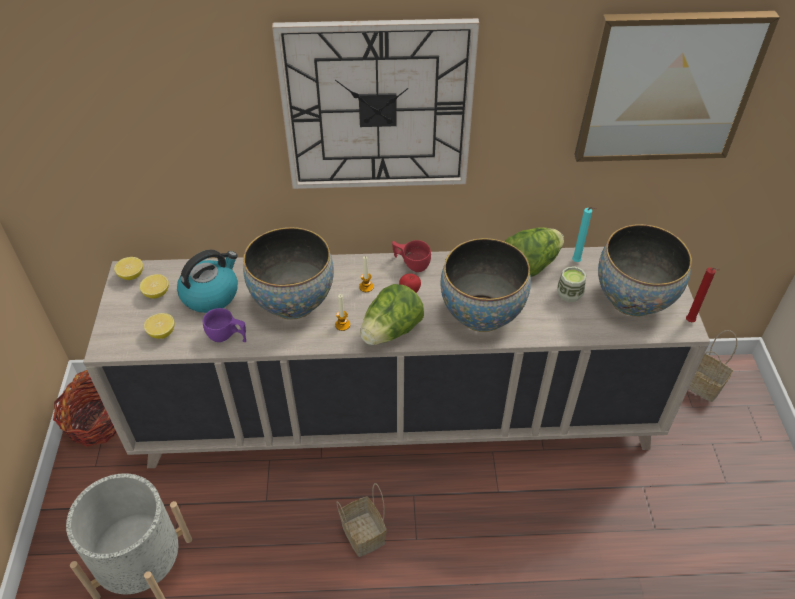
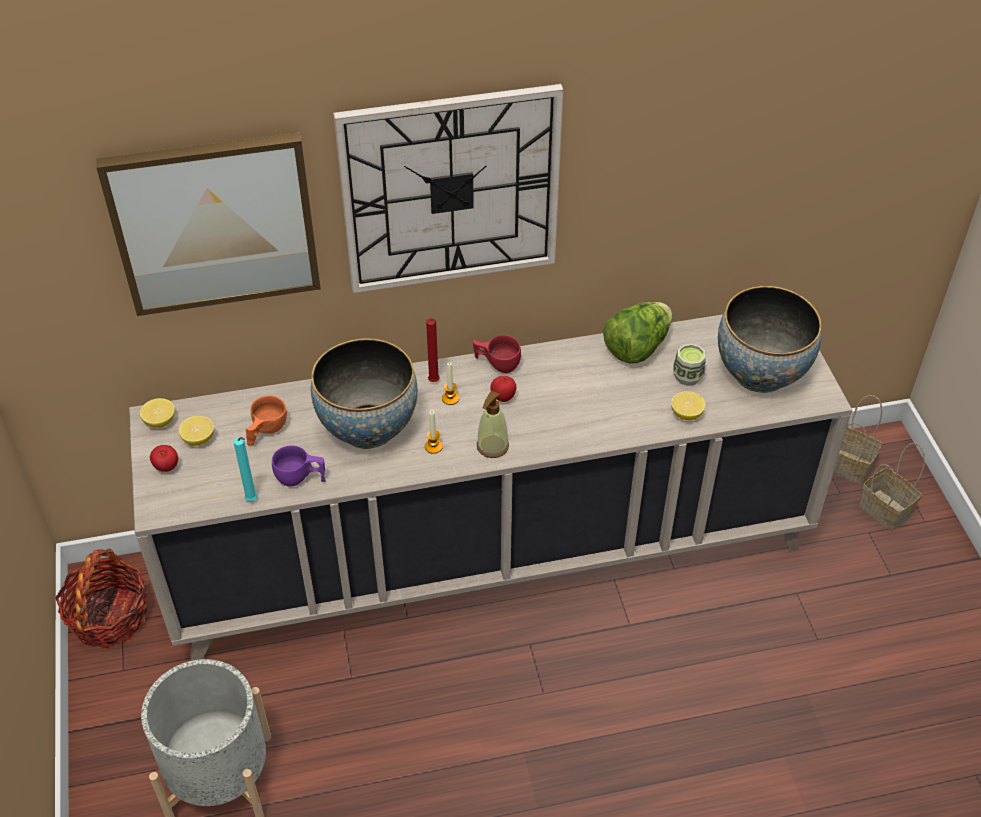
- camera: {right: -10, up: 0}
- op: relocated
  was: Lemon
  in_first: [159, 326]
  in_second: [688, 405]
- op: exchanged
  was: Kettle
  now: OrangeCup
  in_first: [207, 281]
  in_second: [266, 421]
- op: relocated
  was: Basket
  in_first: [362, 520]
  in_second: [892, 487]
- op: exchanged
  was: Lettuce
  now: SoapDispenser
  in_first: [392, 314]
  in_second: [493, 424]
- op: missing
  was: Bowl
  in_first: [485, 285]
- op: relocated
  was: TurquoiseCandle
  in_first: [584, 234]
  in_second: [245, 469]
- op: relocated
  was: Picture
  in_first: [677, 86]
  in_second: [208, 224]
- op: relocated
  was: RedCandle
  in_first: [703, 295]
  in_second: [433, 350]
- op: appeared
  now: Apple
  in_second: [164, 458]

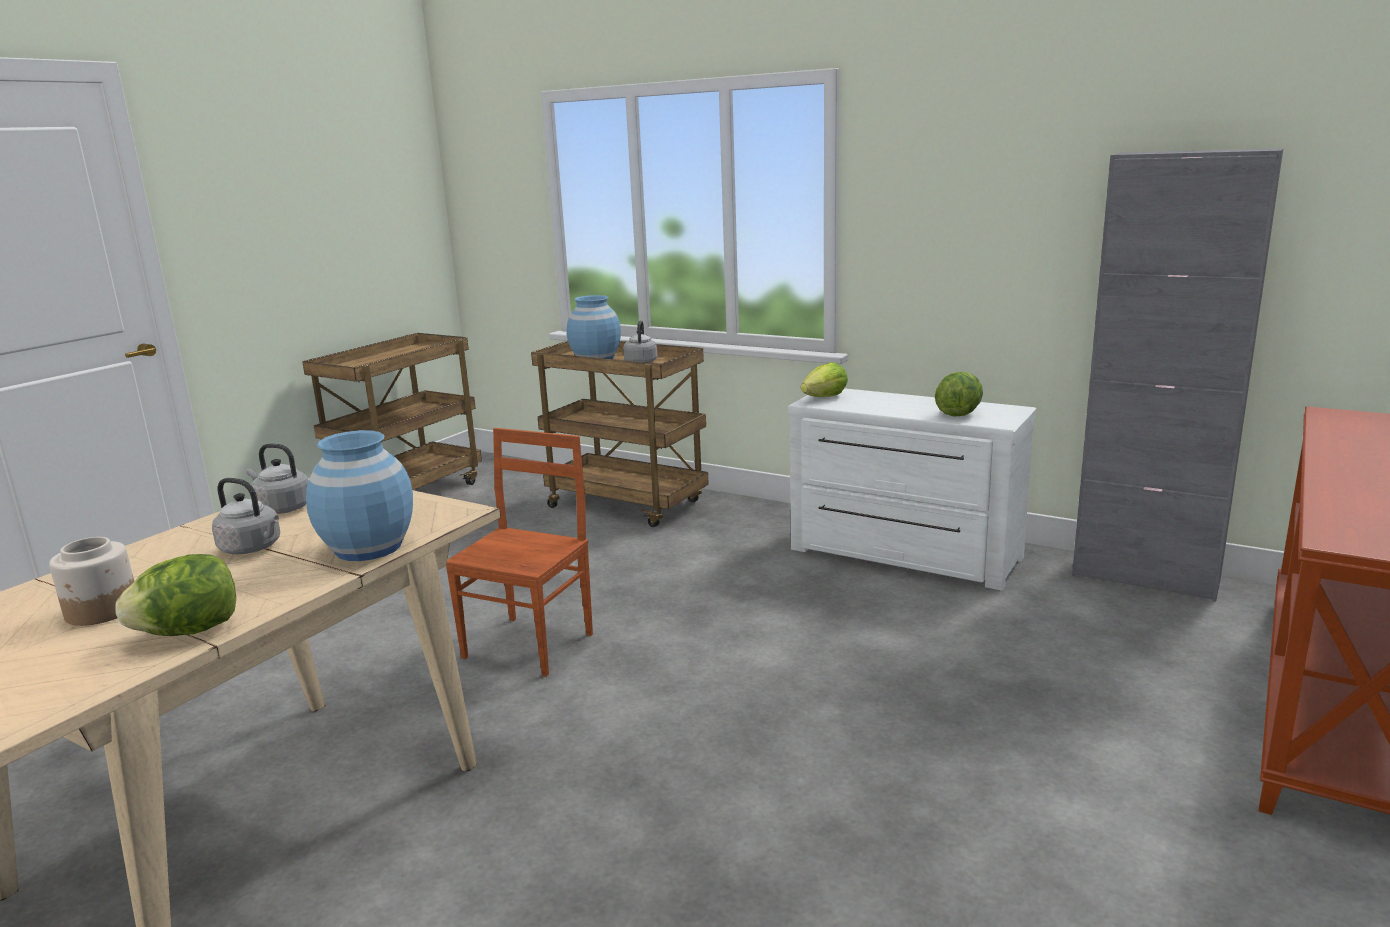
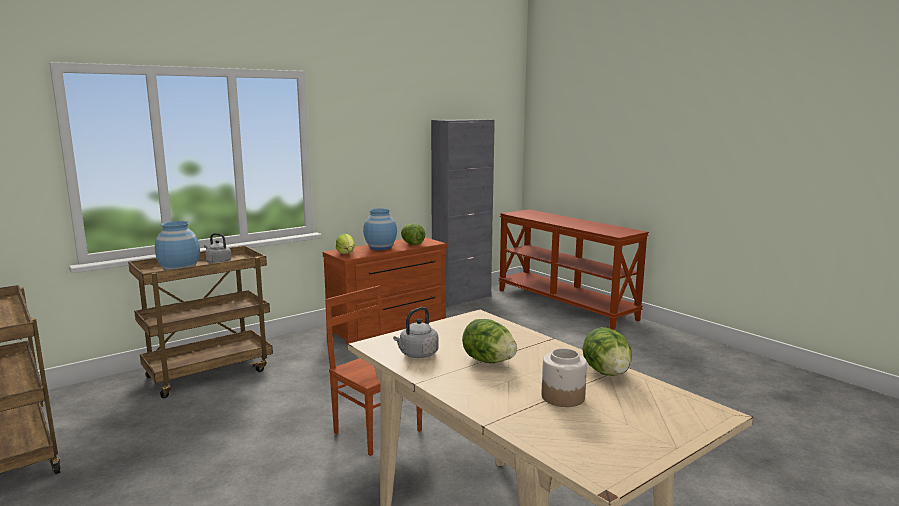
- camera: {right: -70, up: -5}
- op: exchanged
  was: GreyKettle
  now: Lettuce
  in_first: [246, 516]
  in_second: [489, 341]
- op: relocated
  was: BlueVase
  in_first: [359, 495]
  in_second: [380, 229]
- op: colour
  was: WhiteDresser
  now: BrownDresser
  in_first: [912, 489]
  in_second: [385, 291]

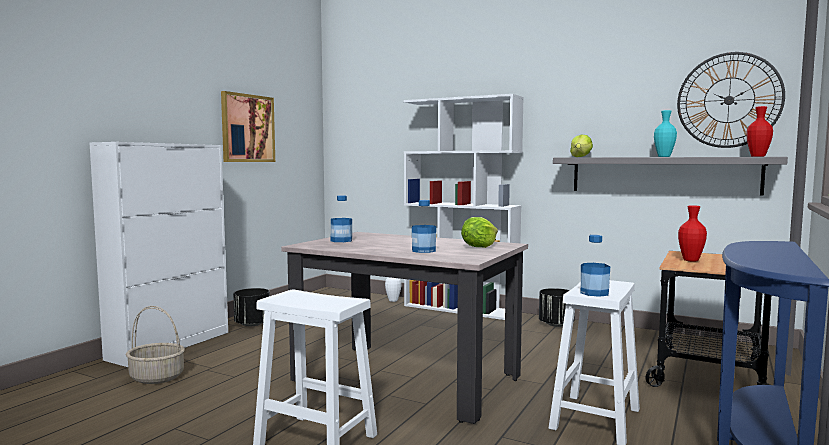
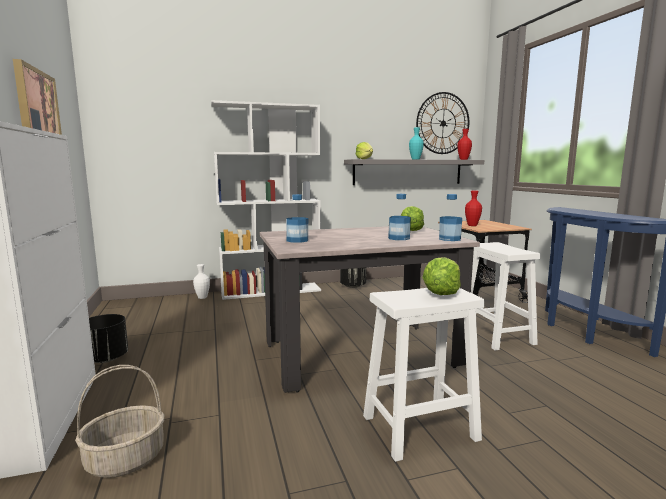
- camera: {right: -45, up: 5}
- op: relocated
  was: Bottle
  in_first: [595, 266]
  in_second: [450, 217]
- op: appeared
  now: Lettuce
  in_second: [441, 276]

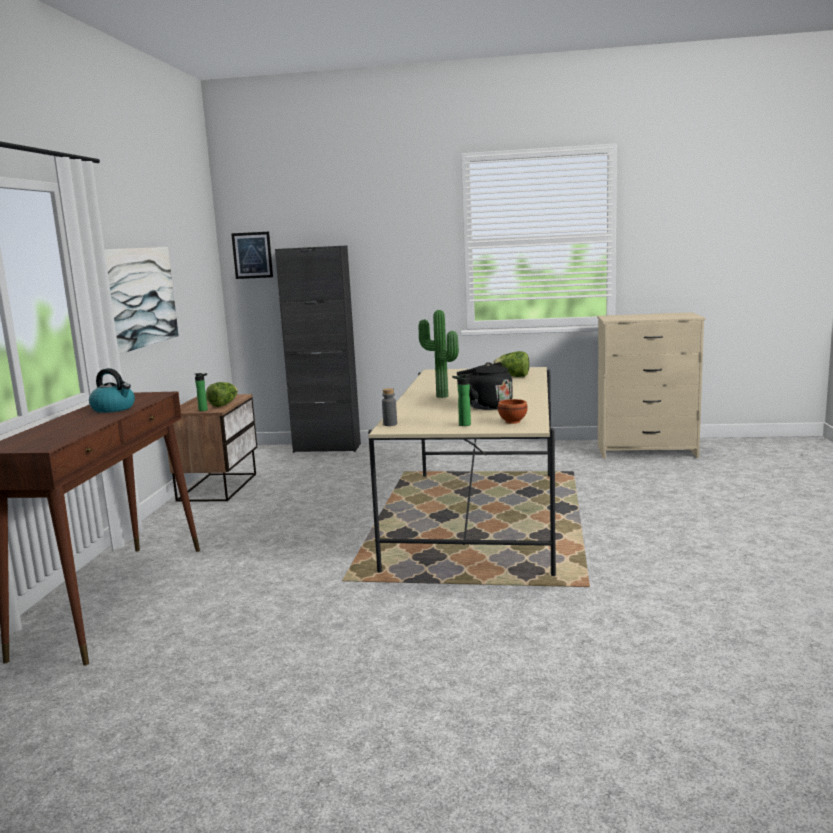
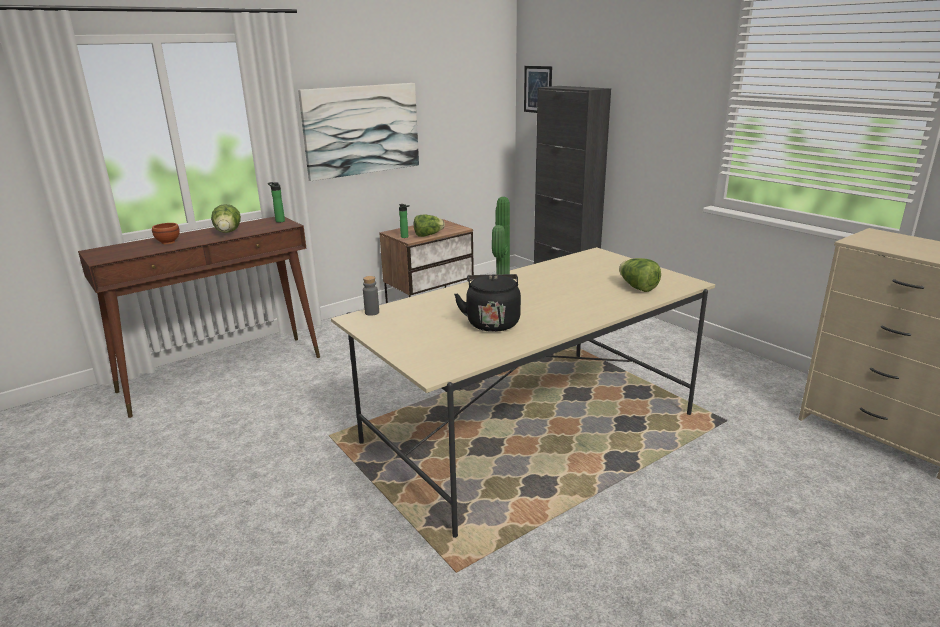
- camera: {right: 45, up: 10}
- op: exchanged
  was: Kettle
  now: Lettuce
  in_first: [112, 390]
  in_second: [226, 218]
- op: relocated
  was: Bottle
  in_first: [461, 400]
  in_second: [276, 202]
- op: relocated
  was: BrownBowl
  in_first: [513, 411]
  in_second: [166, 233]

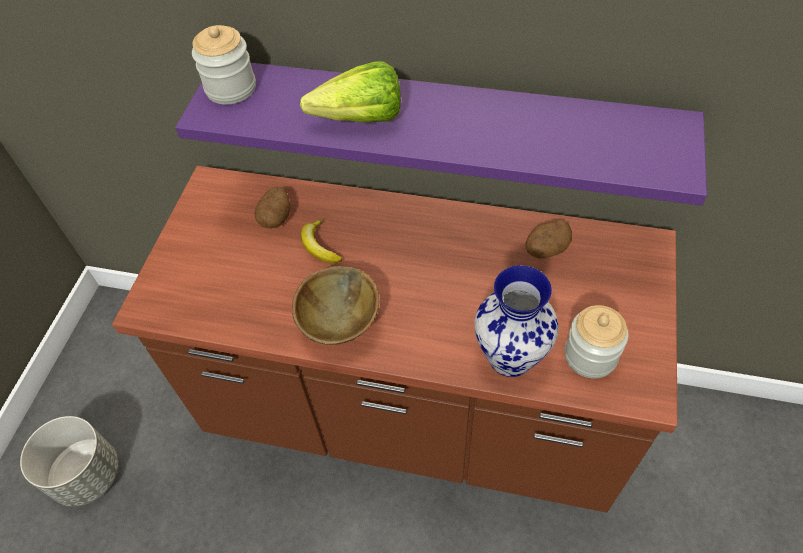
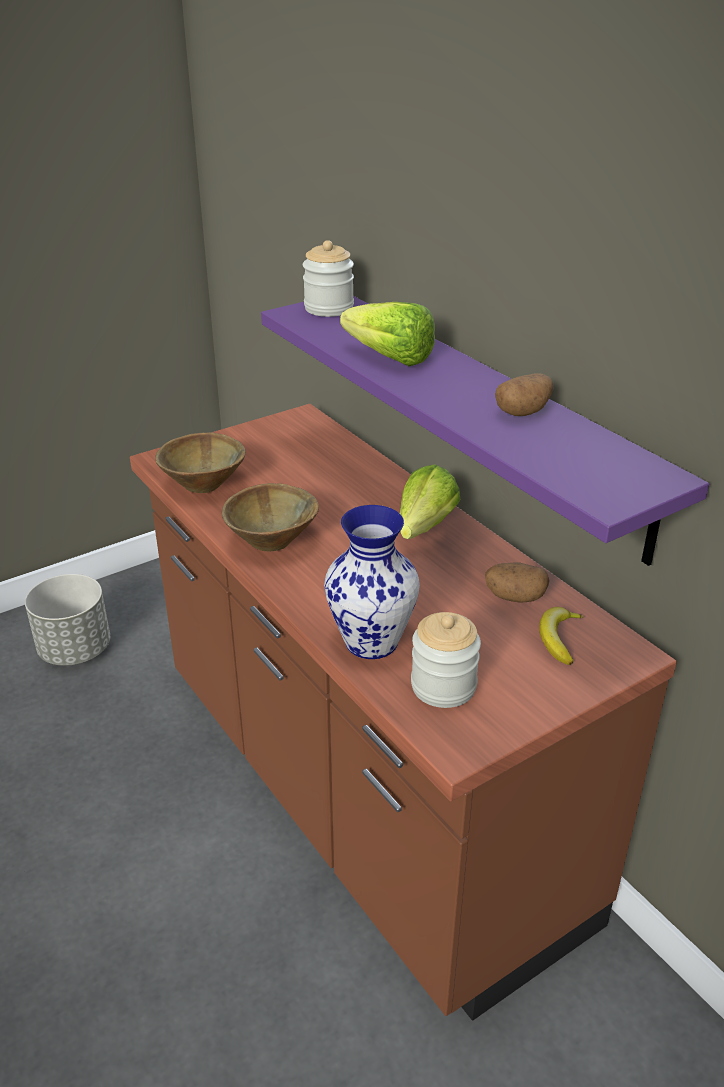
- camera: {right: 40, up: -20}
- op: relocated
  was: Potato
  in_first: [273, 207]
  in_second: [524, 394]
- op: relocated
  was: Banana
  in_first: [321, 241]
  in_second: [561, 636]
- op: appeared
  now: BrownBowl
  in_second: [200, 463]
- op: appeared
  now: Lettuce
  in_second: [430, 501]

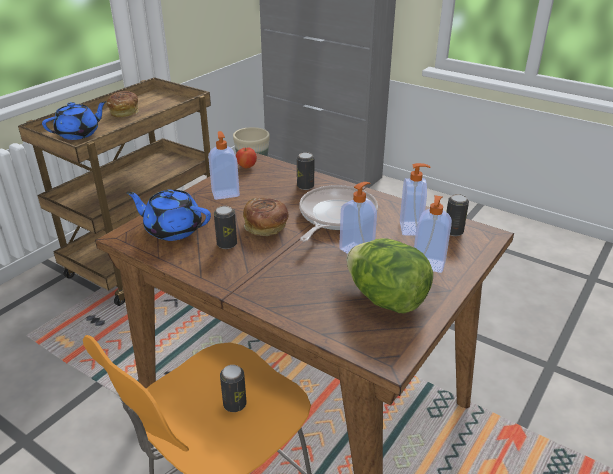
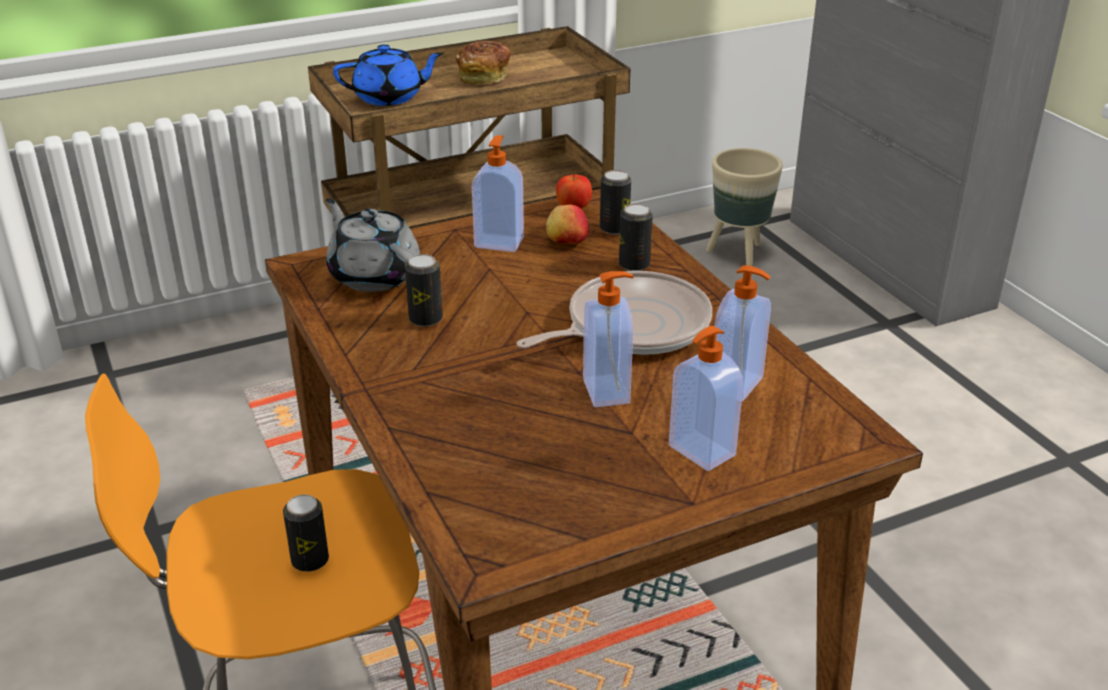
- camera: {right: 30, up: 0}
- op: colour
  was: BlueTeapot
  now: GreyTeapot
  in_first: [168, 215]
  in_second: [373, 245]
- op: missing
  was: Bread
  in_first: [266, 217]
- op: missing
  was: Lettuce
  in_first: [390, 275]
- op: relocated
  was: Can
  in_first: [458, 215]
  in_second: [615, 202]
- op: appeared
  now: Apple
  in_second: [567, 225]

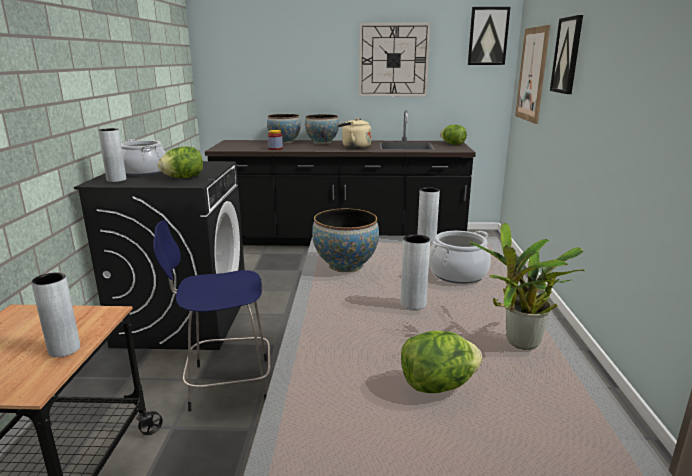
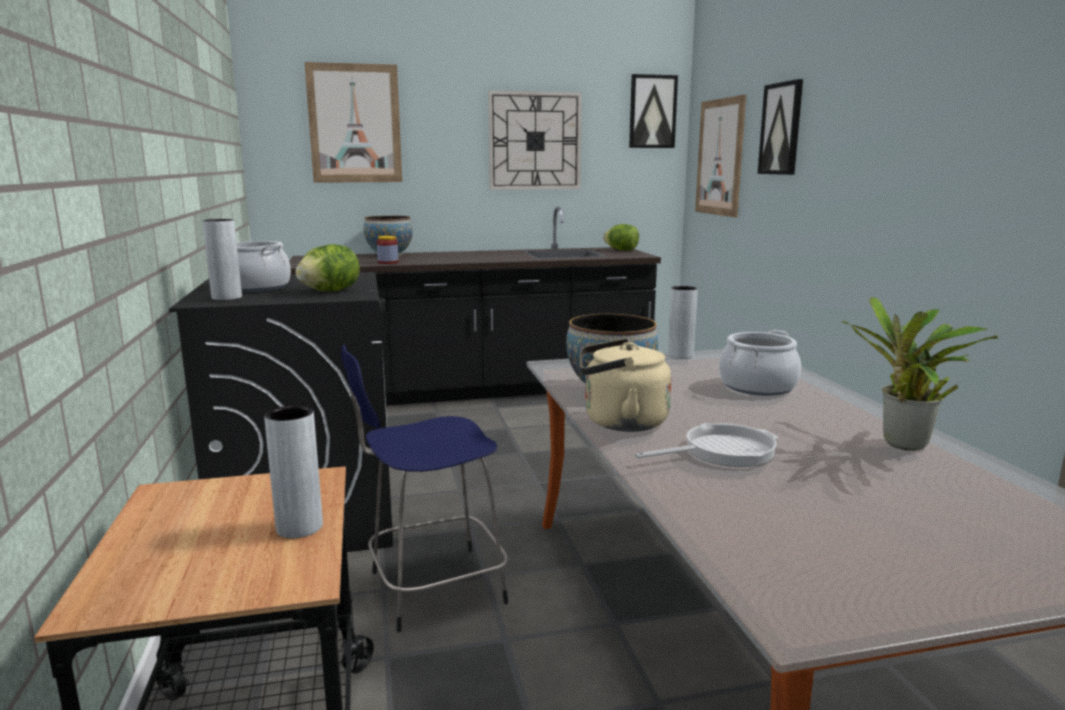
- camera: {right: -15, up: -5}
- op: missing
  was: Bowl
  in_first: [322, 129]
- op: relocated
  was: BeigeKettle
  in_first: [354, 133]
  in_second: [626, 385]
- op: missing
  was: GreyVase
  in_first: [415, 272]
- op: missing
  was: Lettuce
  in_first: [441, 362]
- op: appeared
  now: Picture
  in_second: [353, 122]
- op: appeared
  now: FryingPan
  in_second: [706, 445]

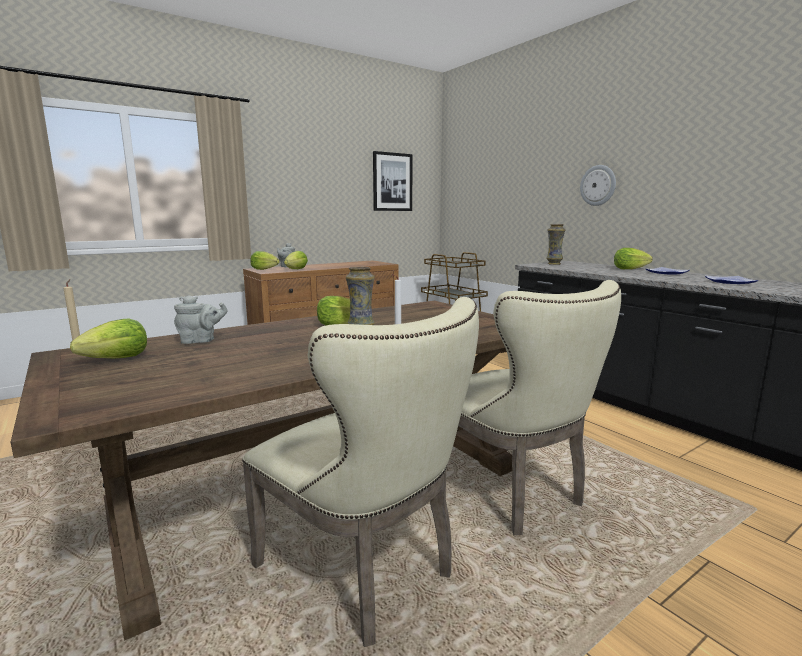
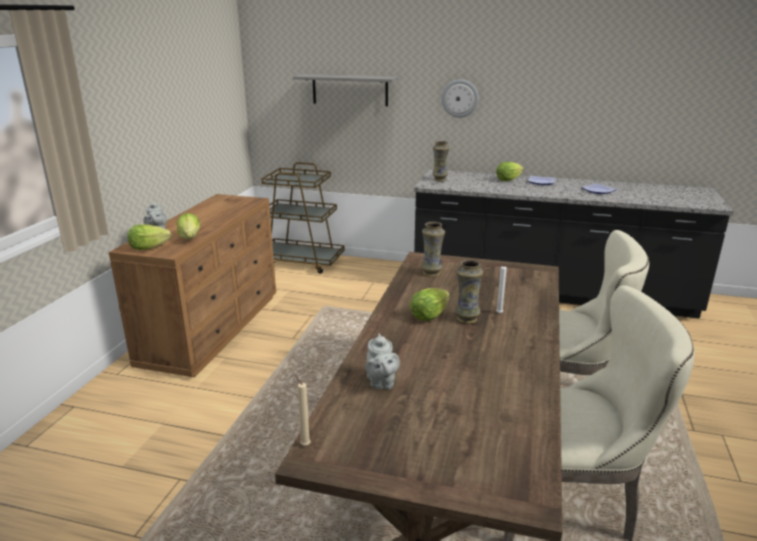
- camera: {right: -40, up: 10}
- op: missing
  was: Lettuce
  in_first: [108, 338]
- op: spun
  was: GreyTeapot
  in_first: [200, 319]
  in_second: [382, 361]
  clockwise: 135
- op: missing
  was: Picture
  in_first: [393, 181]
- op: appeared
  now: GreyShelf
  in_second: [346, 90]
- op: appeared
  now: Vase
  in_second: [433, 249]

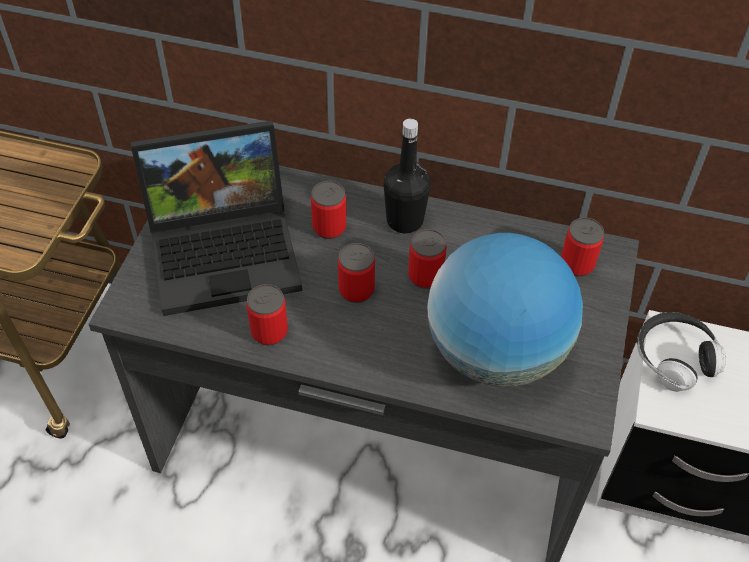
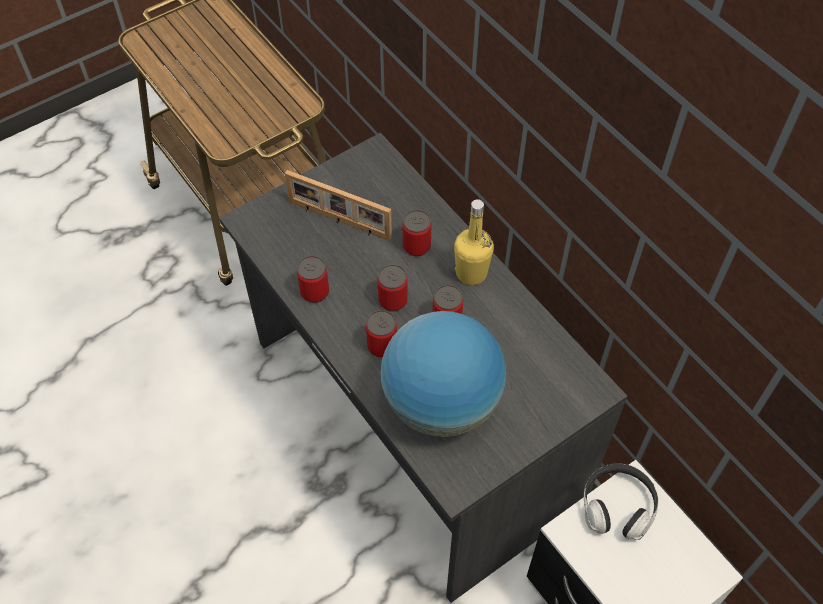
- camera: {right: 40, up: 5}
- op: exchanged
  was: Laptop
  now: PictureFrame
  in_first: [216, 218]
  in_second: [338, 205]
- op: colour
  was: BlackBottle
  now: YellowBottle
  in_first: [407, 176]
  in_second: [474, 242]
- op: relocated
  was: Can
  in_first: [582, 247]
  in_second: [381, 334]

